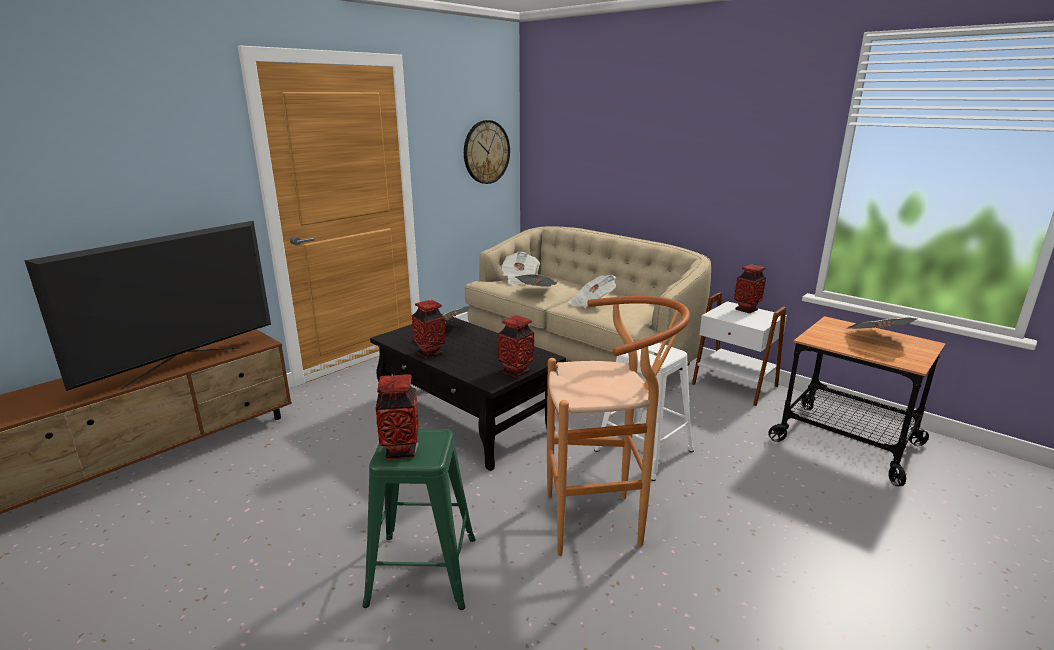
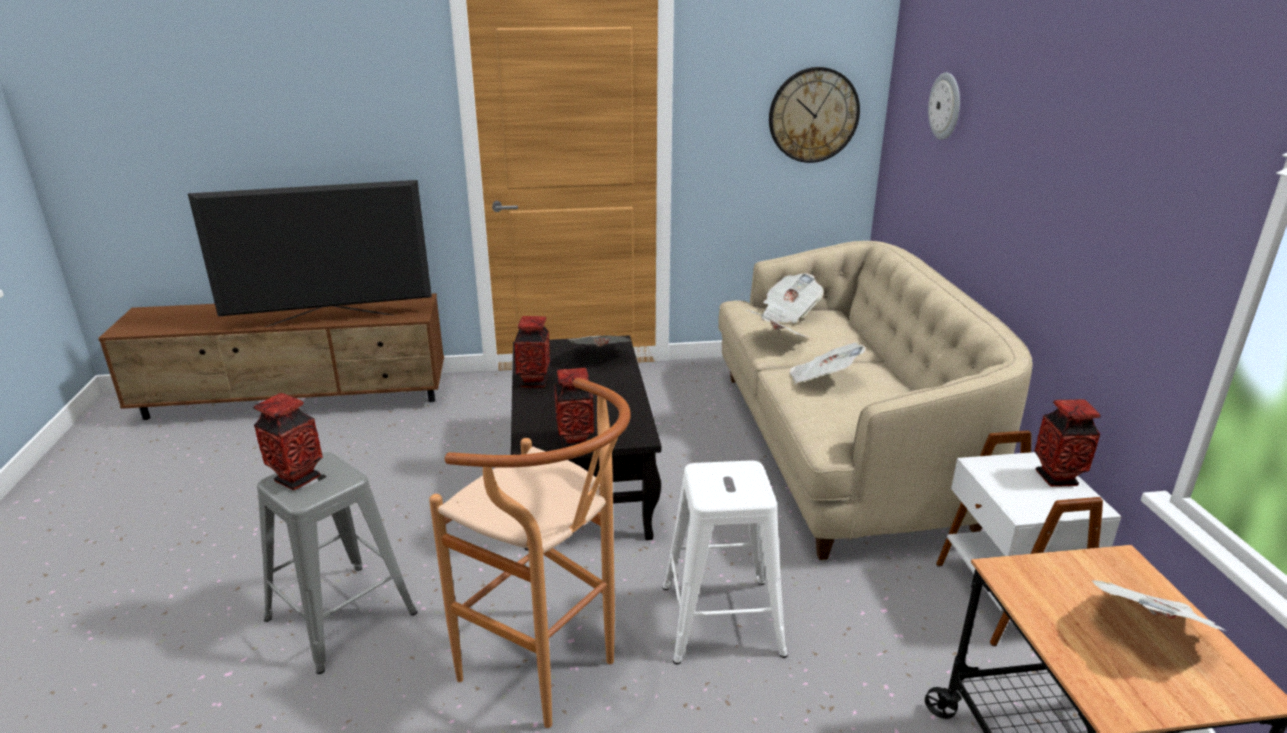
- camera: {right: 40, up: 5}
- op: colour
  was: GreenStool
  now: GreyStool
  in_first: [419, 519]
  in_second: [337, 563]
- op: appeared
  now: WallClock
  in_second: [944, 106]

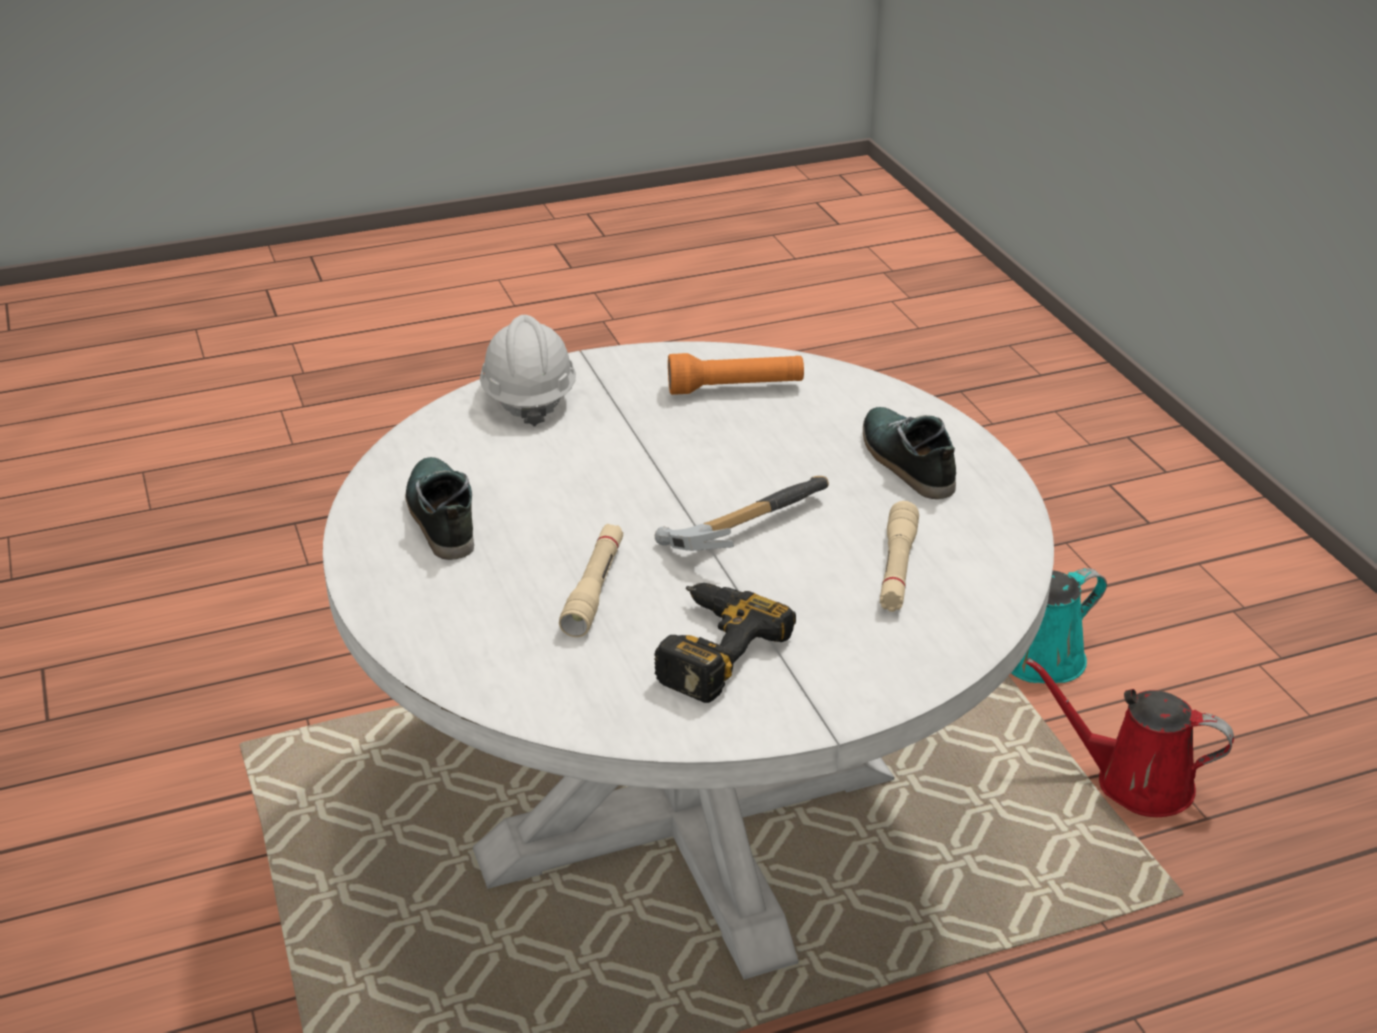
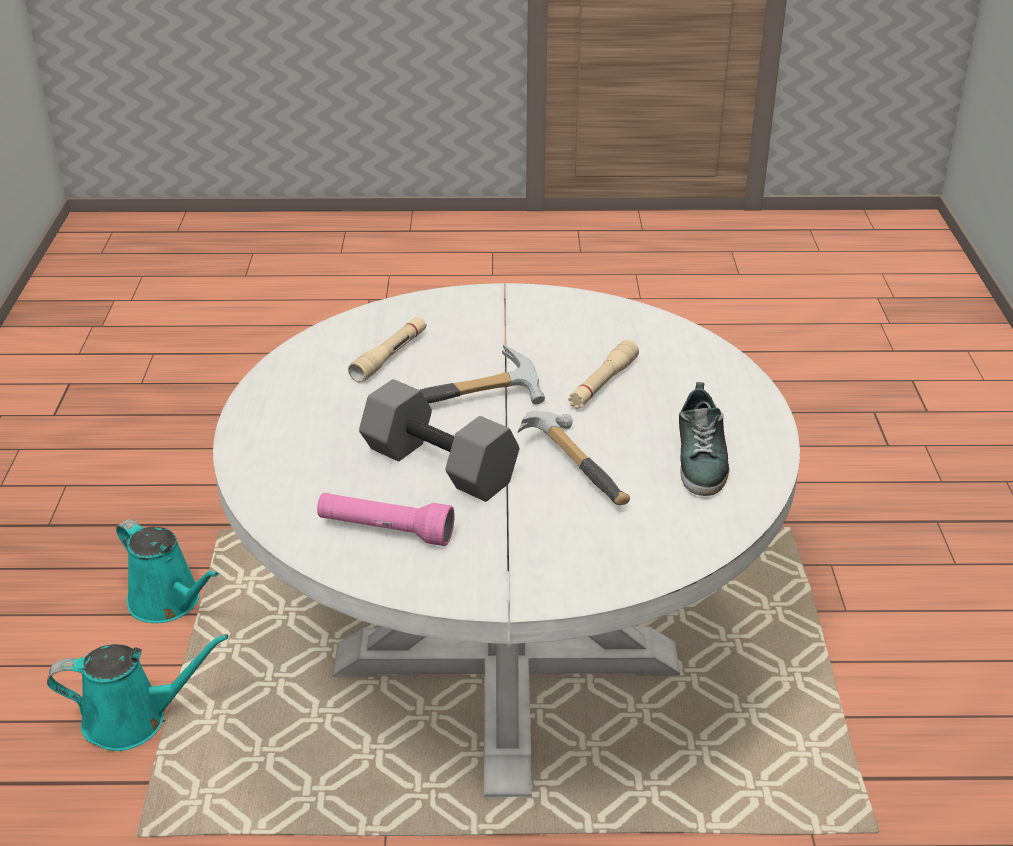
- camera: {right: -160, up: 0}
- op: missing
  was: WhiteHardHat
  in_first: [528, 370]
- op: missing
  was: PowerDrill
  in_first: [725, 643]
- op: colour
  was: OrangeFlashlight
  now: PinkFlashlight
  in_first: [736, 374]
  in_second: [386, 519]
- op: missing
  was: Shoe
  in_first: [909, 453]
- op: colour
  was: RedWateringCan
  now: TurquoiseWateringCan
  in_first: [1130, 737]
  in_second: [167, 571]
- op: appeared
  now: GreyDumbbell
  in_second: [439, 440]
- op: appeared
  now: Hammer
  in_second: [573, 458]

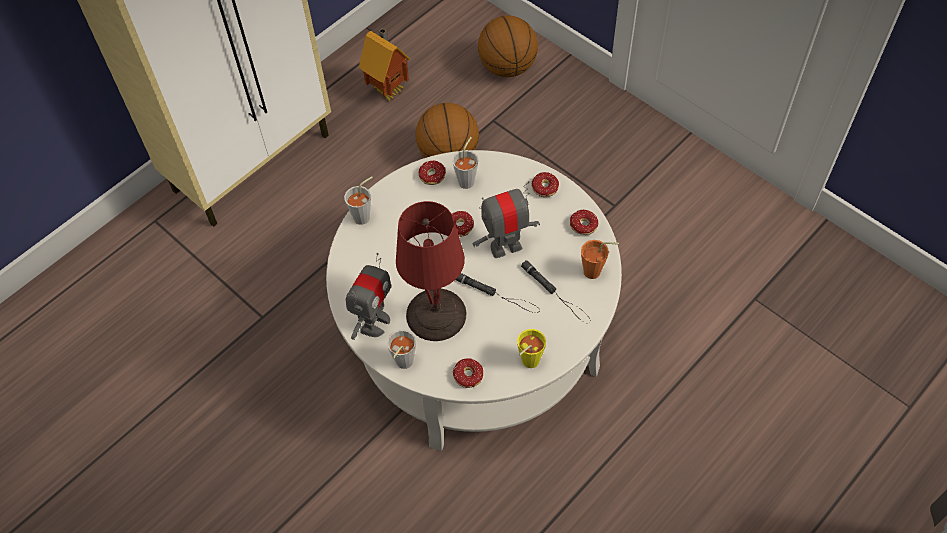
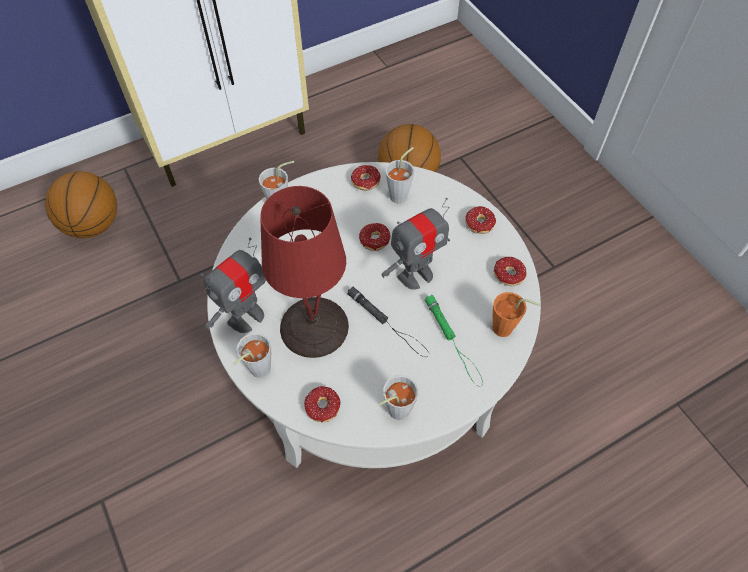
- camera: {right: 15, up: 0}
- op: missing
  was: ToyHouse
  in_first: [384, 65]
- op: spun
  was: ToyRobot
  in_first: [506, 219]
  in_second: [415, 244]
  clockwise: 150
- op: relocated
  was: Basketball
  in_first: [508, 46]
  in_second: [81, 204]
- op: colour
  was: YellowCup
  now: GreyCup
  in_first: [531, 348]
  in_second: [398, 397]
- op: colour
  was: BlackFlashlight
  now: GreenFlashlight
  in_first: [556, 292]
  in_second: [454, 341]

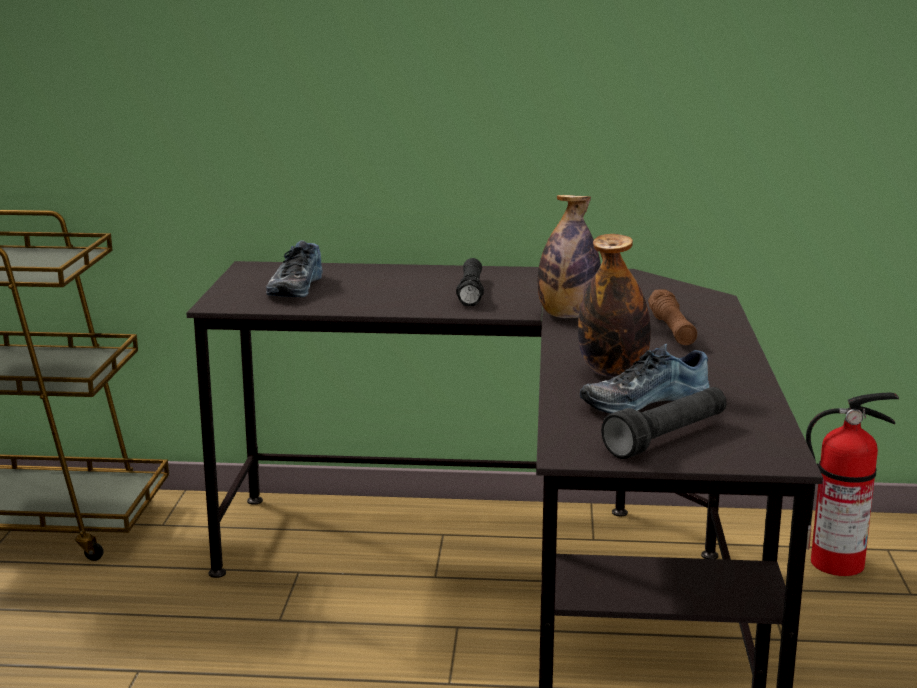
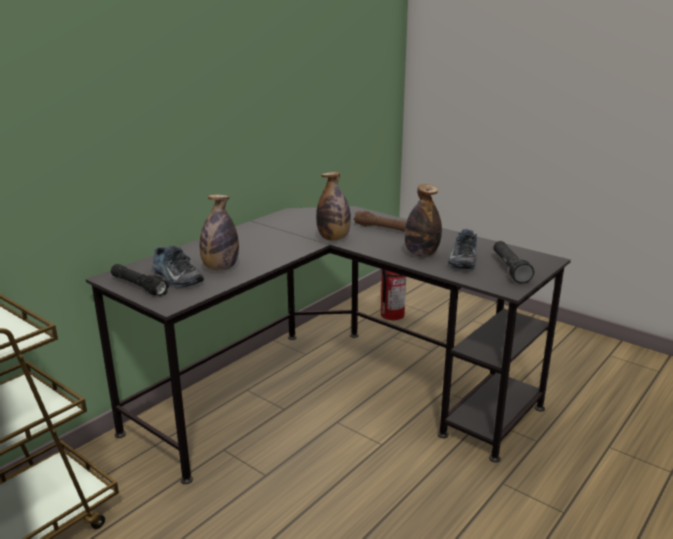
- camera: {right: -55, up: 5}
- op: relocated
  was: BlackFlashlight
  in_first: [470, 282]
  in_second: [140, 280]
- op: appeared
  now: Bottle
  in_second: [219, 232]

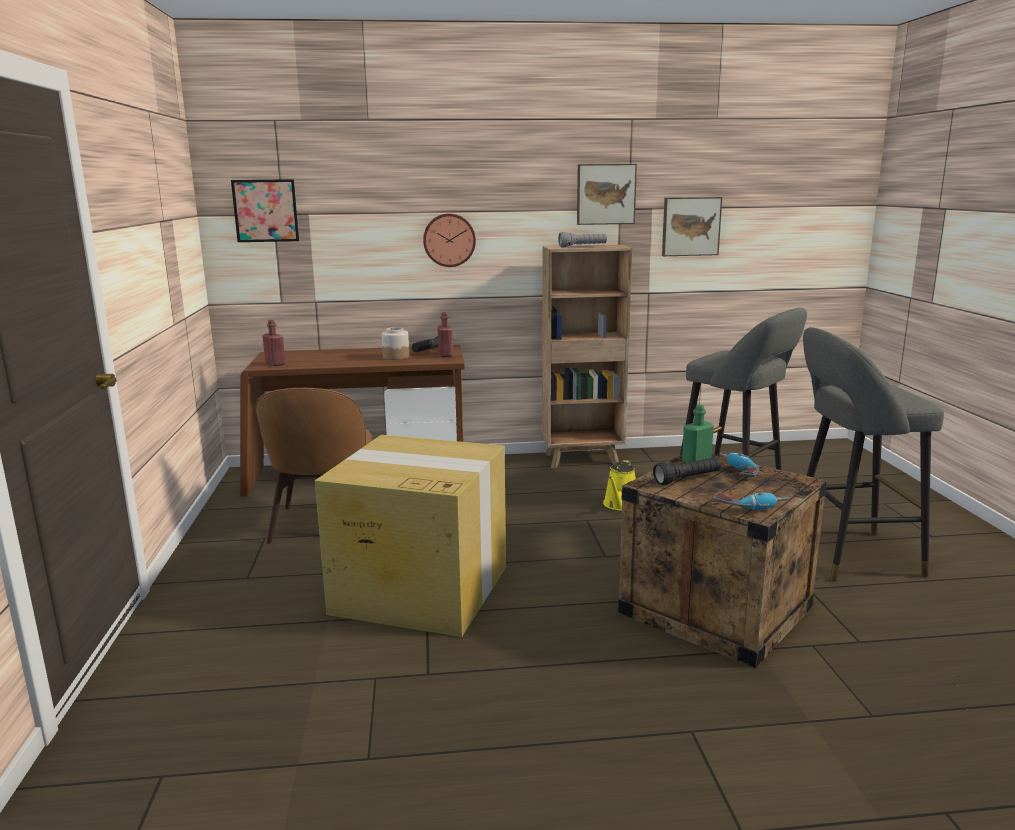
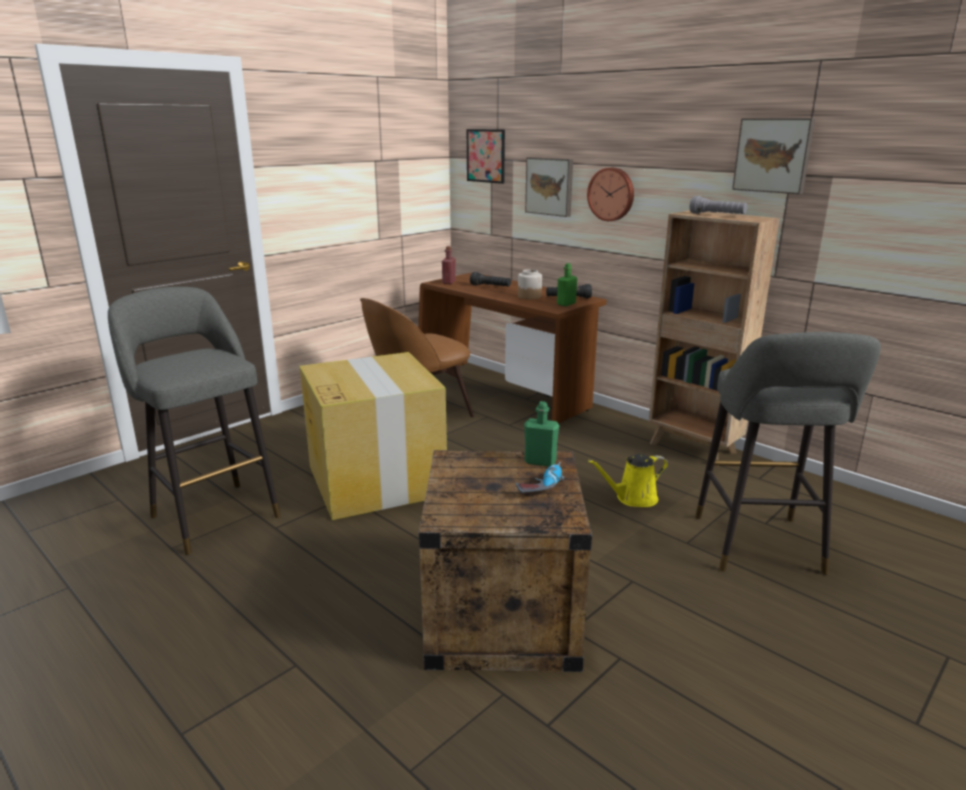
- camera: {right: 50, up: 5}
- op: colour
  was: RedBottle
  now: GreenBottle
  in_first: [445, 334]
  in_second: [567, 284]
- op: relocated
  was: BlackFlashlight
  in_first: [687, 471]
  in_second: [490, 279]
- op: relocated
  was: Picture
  in_first: [692, 226]
  in_second: [549, 187]
- op: missing
  was: PowerDrill
  in_first: [750, 501]
- op: relocated
  was: GreyStool
  in_first: [873, 454]
  in_second: [194, 421]

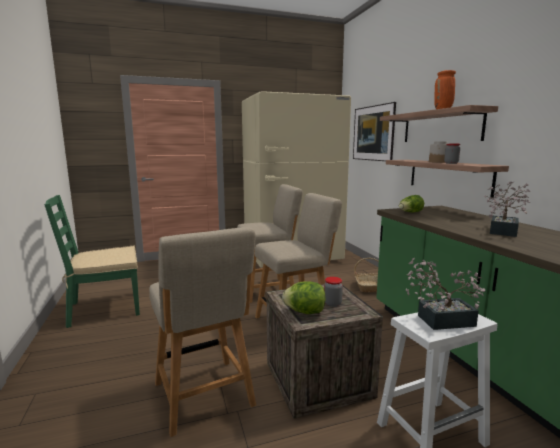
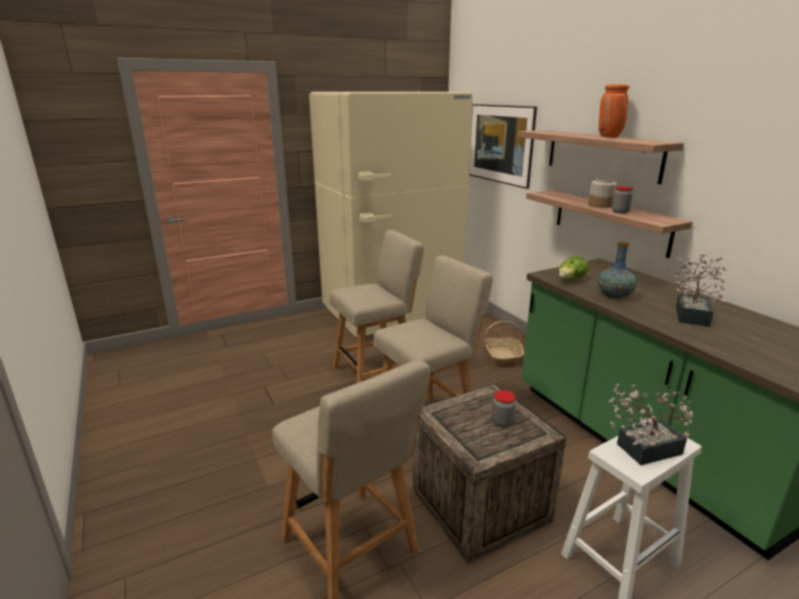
- camera: {right: -10, up: 10}
- op: missing
  was: GreenChair
  in_first: [92, 261]
- op: missing
  was: Lettuce
  in_first: [304, 297]
- op: appeared
  now: Vase
  in_second: [617, 270]

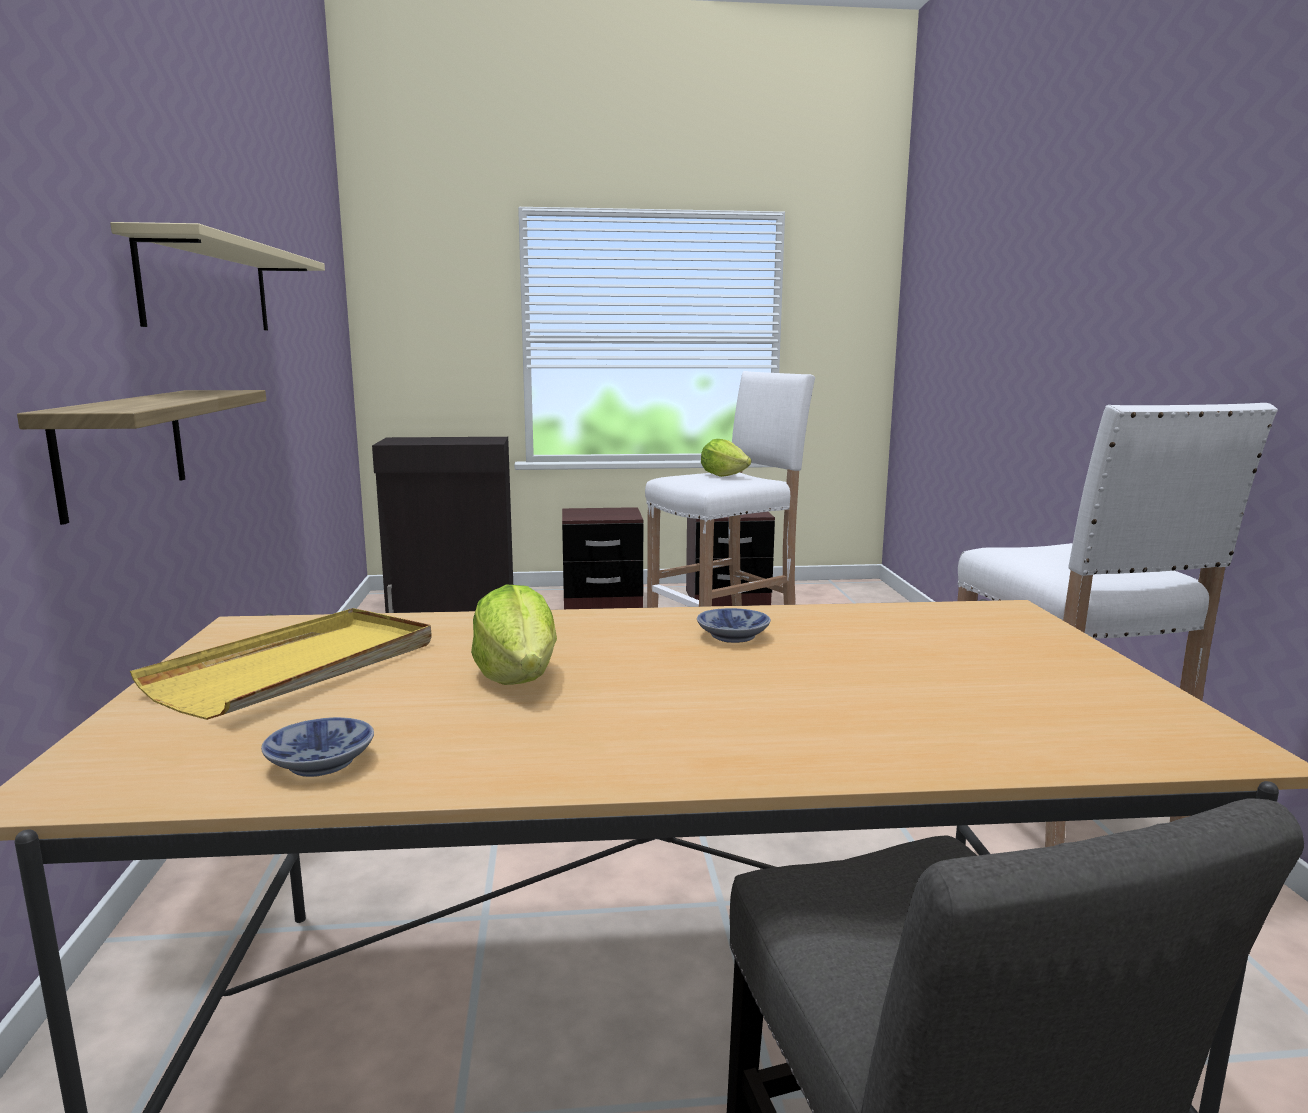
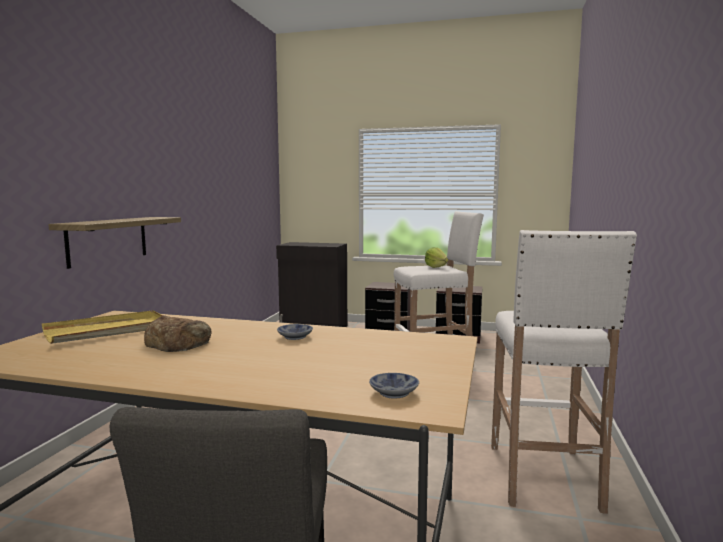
- camera: {right: 20, up: -5}
- op: missing
  was: BeigeShelf
  in_first: [217, 276]
- op: relocated
  was: Bowl
  in_first: [317, 747]
  in_second: [394, 386]
- op: exchanged
  was: Lettuce
  now: Bread
  in_first: [514, 634]
  in_second: [178, 333]

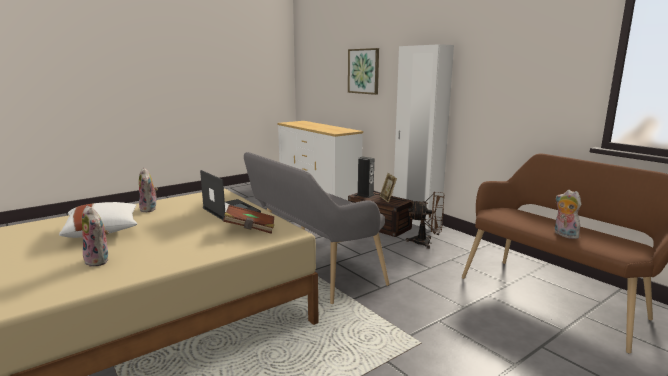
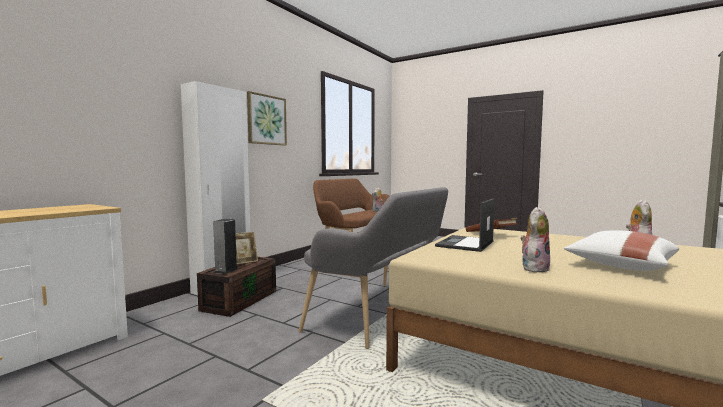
- camera: {right: -110, up: -10}
- op: relocated
  was: Picture
  in_first: [363, 71]
  in_second: [267, 118]
- op: missing
  was: BrownFan
  in_first: [425, 220]

